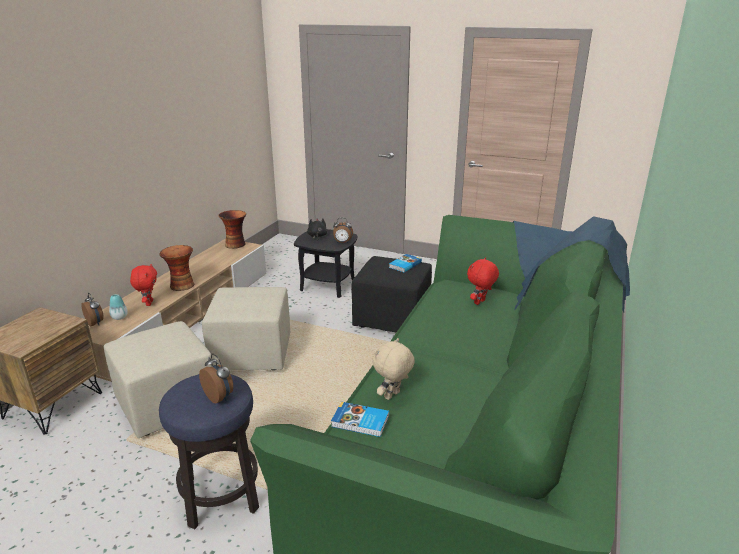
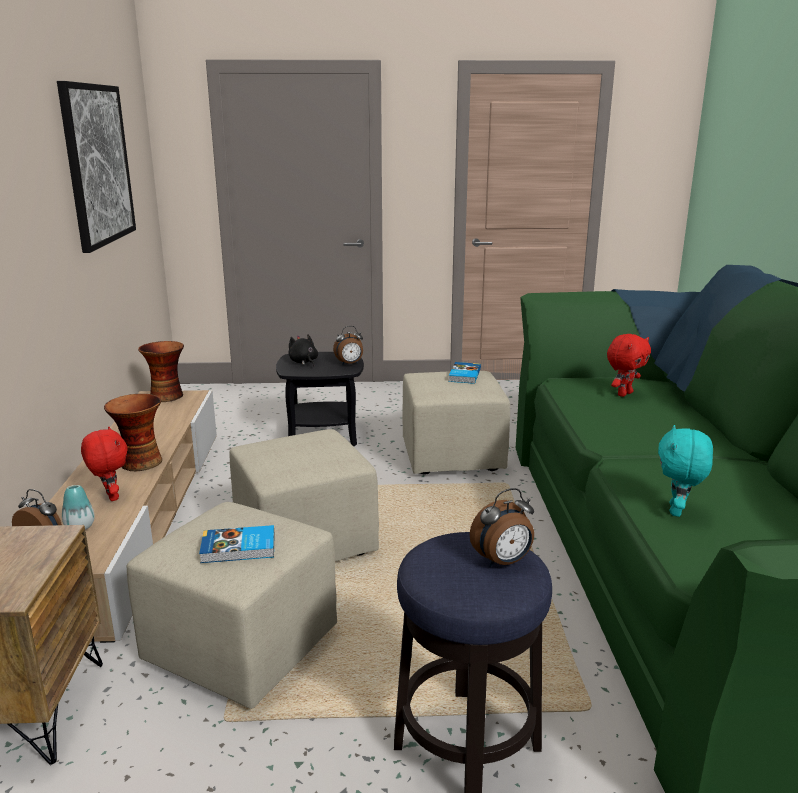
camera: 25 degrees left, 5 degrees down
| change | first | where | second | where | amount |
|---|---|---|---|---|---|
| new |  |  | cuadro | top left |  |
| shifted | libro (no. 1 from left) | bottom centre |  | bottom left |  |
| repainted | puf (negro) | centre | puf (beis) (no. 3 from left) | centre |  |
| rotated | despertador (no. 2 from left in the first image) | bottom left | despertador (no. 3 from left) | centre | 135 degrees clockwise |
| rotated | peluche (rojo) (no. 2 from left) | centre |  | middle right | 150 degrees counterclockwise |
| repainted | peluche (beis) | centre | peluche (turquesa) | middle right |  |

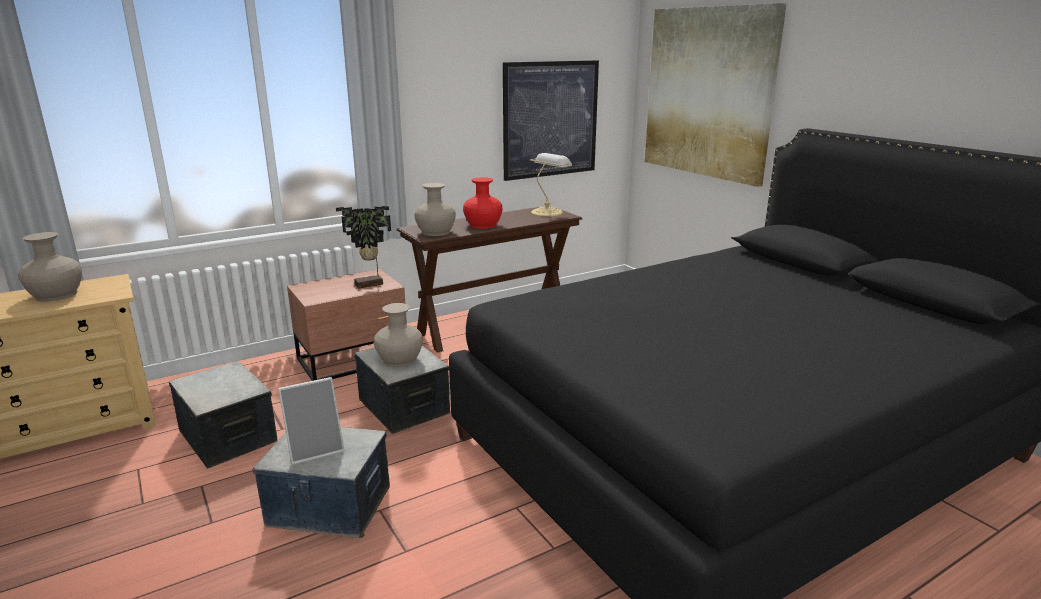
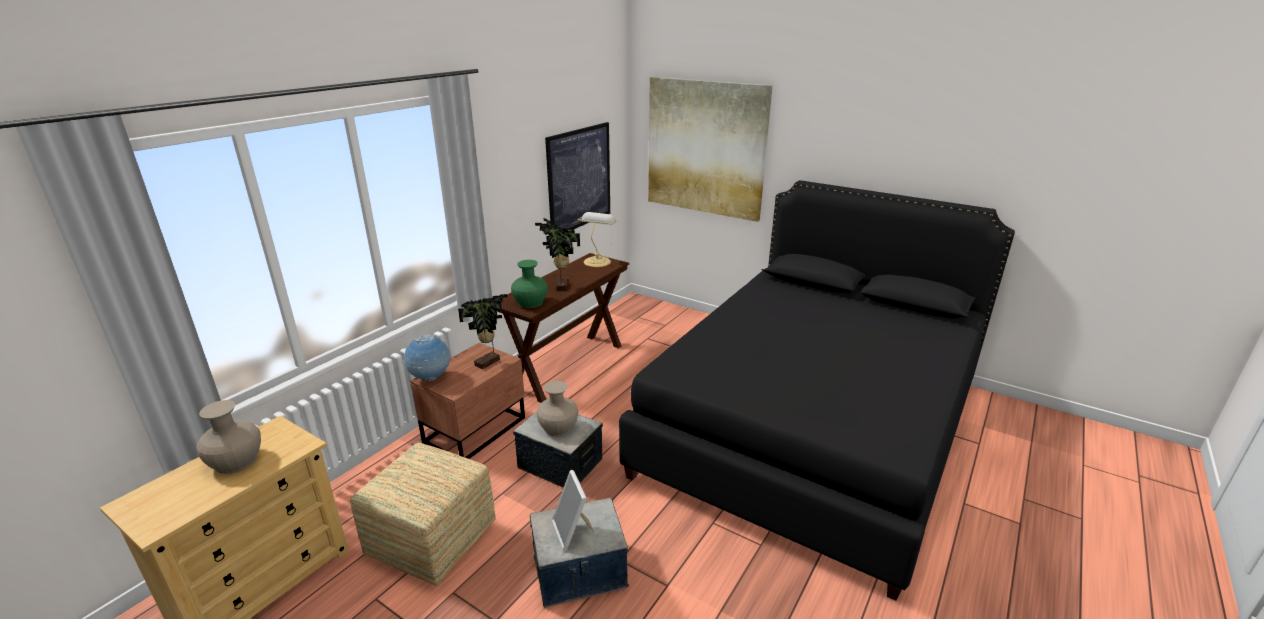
camera: 25 degrees left, 5 degrees up
| change | first | where | second | where | amount |
|---|---|---|---|---|---|
| swapped | caja de almacenaje (no. 1 from left) | bottom left | puf | bottom centre |  |
| new |  |  | globo terráqueo | centre |  |
| repainted | florero (beis) (no. 3 from left) | centre | florero (verde) | centre |  |
| swapped | florero (rojo) | centre | planta en maceta (no. 2 from left) | centre |  |
| rotated | portarretratos | bottom left |  | bottom centre | 120 degrees clockwise |

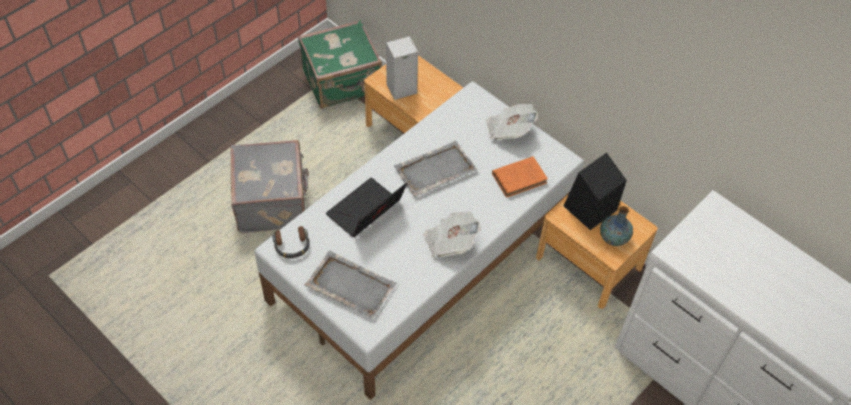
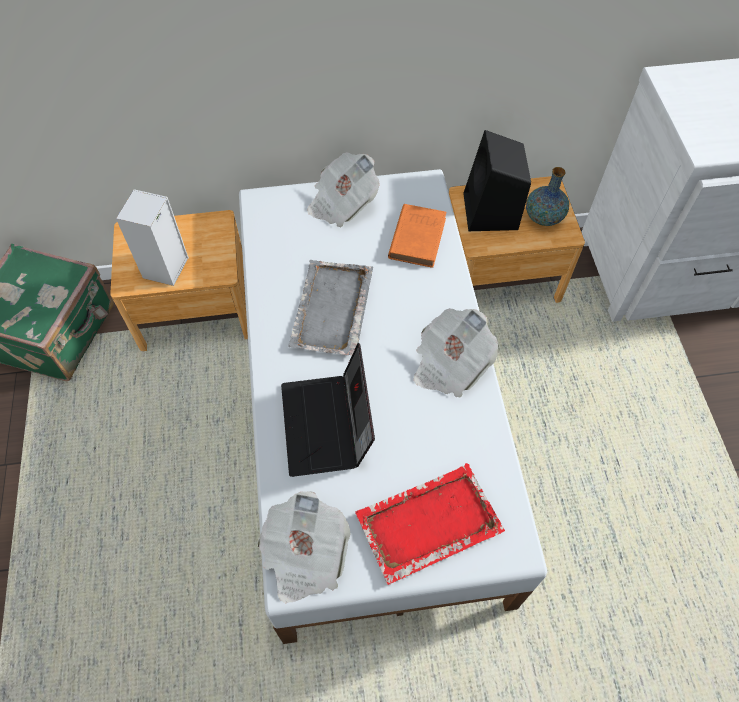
camera: 50 degrees left, 5 degrees up
| change | first | where | second | where | amount |
|---|---|---|---|---|---|
| swapped | auriculares | centre | periódico (no. 1 from left) | bottom centre |  |
| repainted | bandeja (gris) (no. 1 from left) | bottom centre | bandeja (rojo) | bottom centre |  |
| gone | maleta (gris) | middle left |  |  |  |

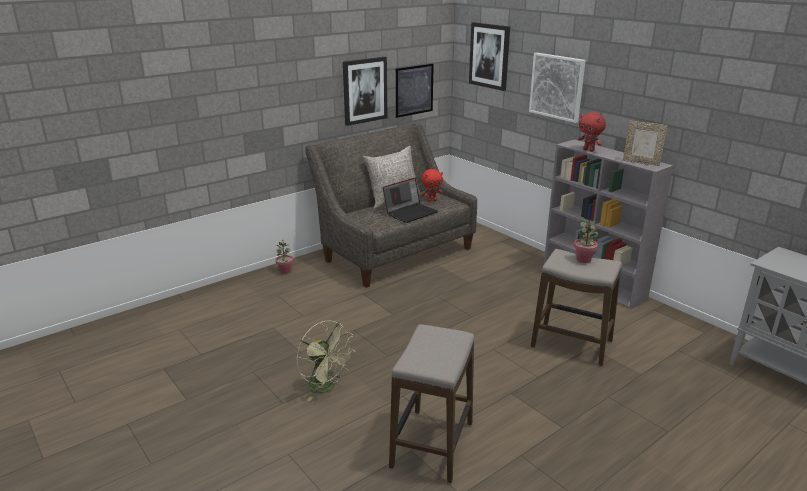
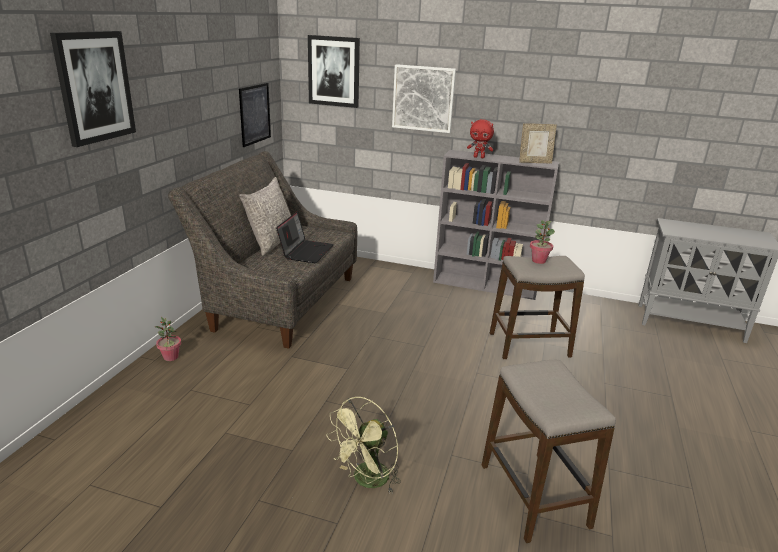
camera: 35 degrees left, 0 degrees up
| change | first | where | second | where | amount |
|---|---|---|---|---|---|
| shifted | cuadro (no. 1 from left) | top centre |  | top left |  |
| rotated | ventilador (verde) | bottom centre |  | bottom centre | 120 degrees clockwise |
| gone | peluche (rojo) (no. 1 from left) | centre |  |  |  |

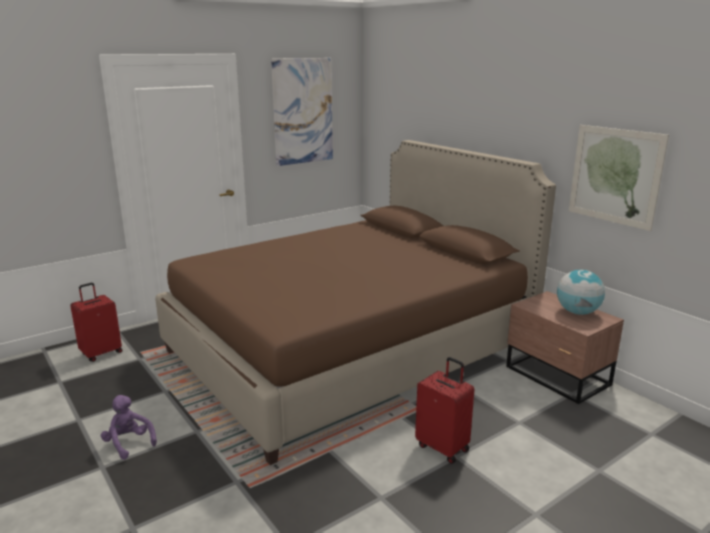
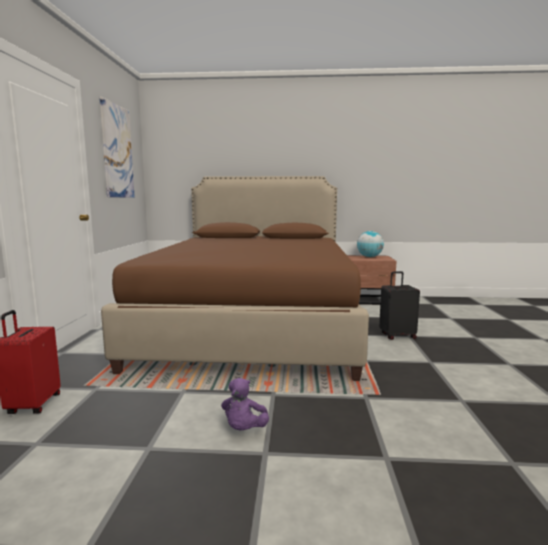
camera: 50 degrees left, 10 degrees down
| change | first | where | second | where | amount |
|---|---|---|---|---|---|
| rotated | peluche (morado) | bottom left |  | bottom centre | 75 degrees counterclockwise |
| repainted | maleta (rojo) (no. 2 from left) | bottom centre | maleta (negro) | middle right |  |
| gone | cuadro (no. 2 from left) | middle right |  |  |  |

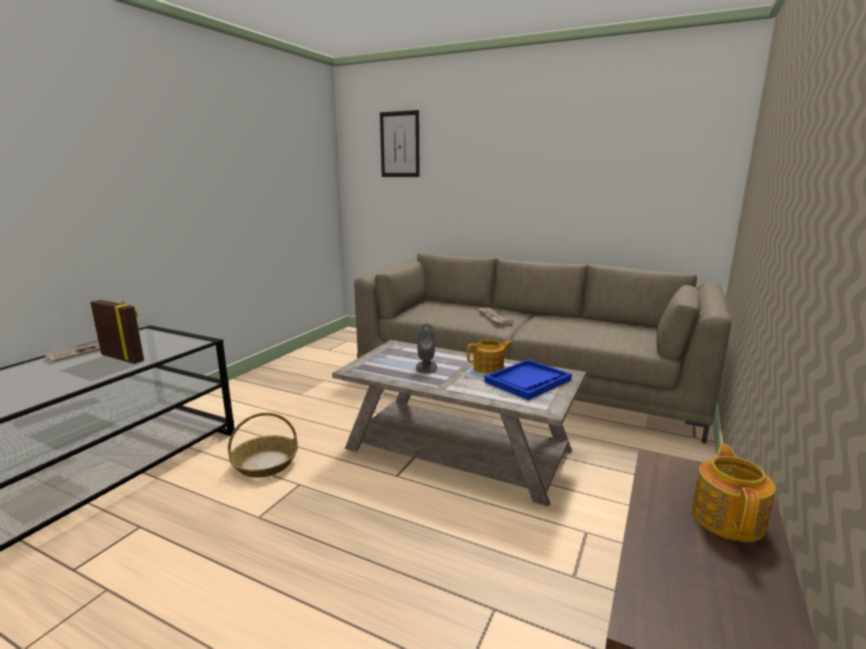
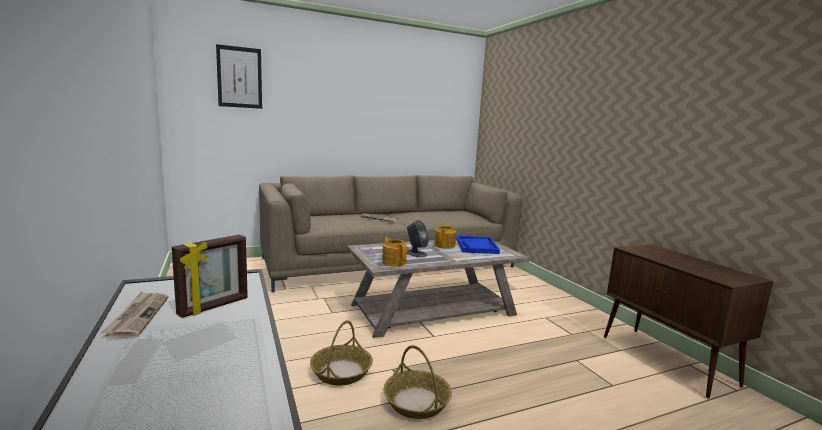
camera: 50 degrees left, 5 degrees down
| change | first | where | second | where | amount |
|---|---|---|---|---|---|
| rotated | portarretratos | middle left |  | middle left | 150 degrees clockwise |
| shifted | tetera (no. 2 from left in the first image) | bottom right | tetera (no. 1 from left) | centre |  |
| new |  |  | cesta (no. 2 from left) | bottom centre |  |

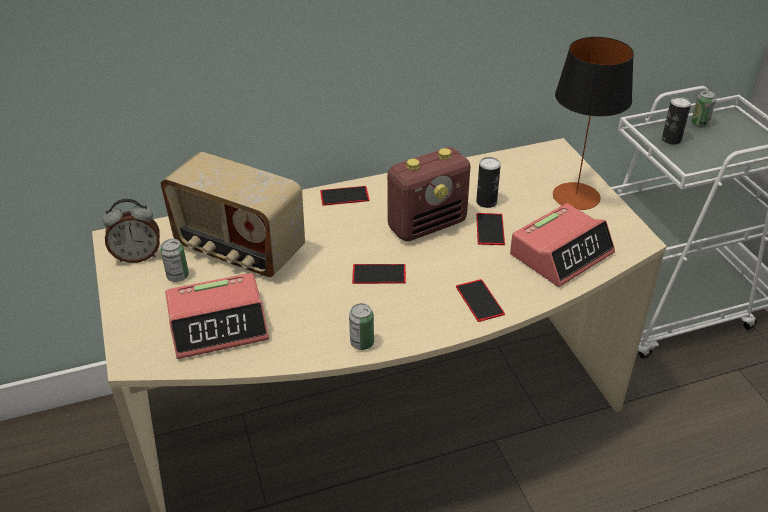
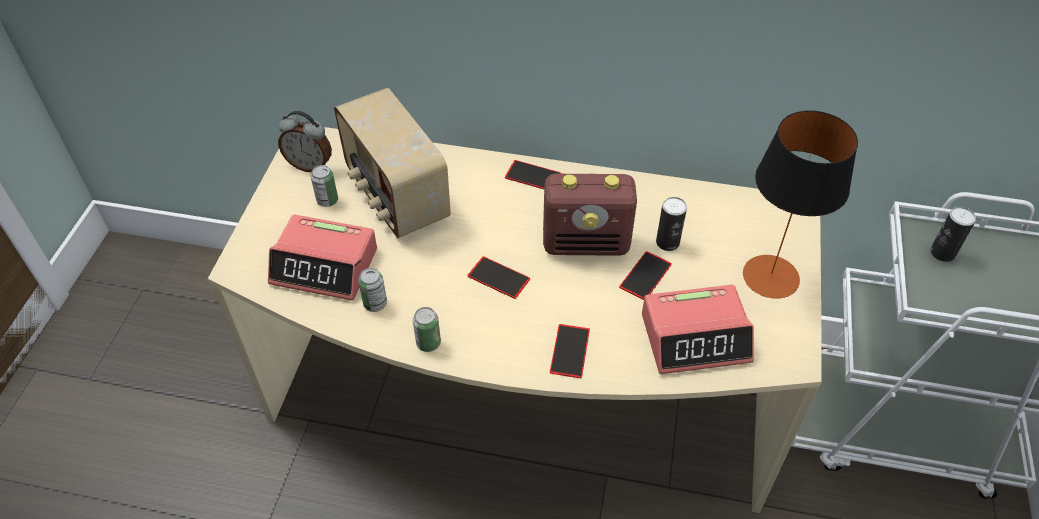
camera: 30 degrees right, 10 degrees up
| change | first | where | second | where | amount |
|---|---|---|---|---|---|
| shifted | lata (no. 5 from left in the first image) | top right | lata (no. 2 from left) | centre |  |

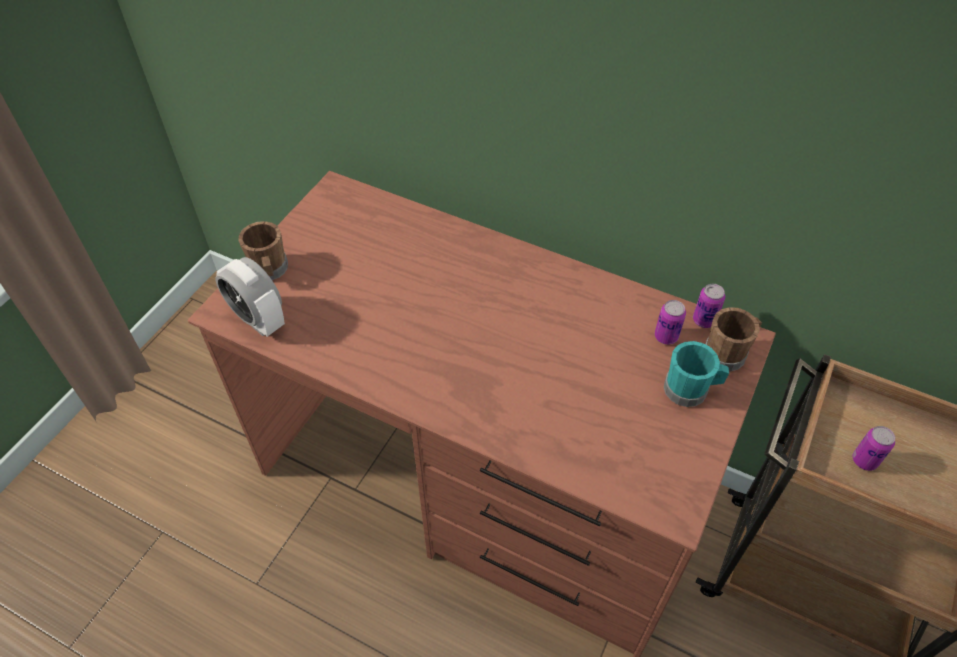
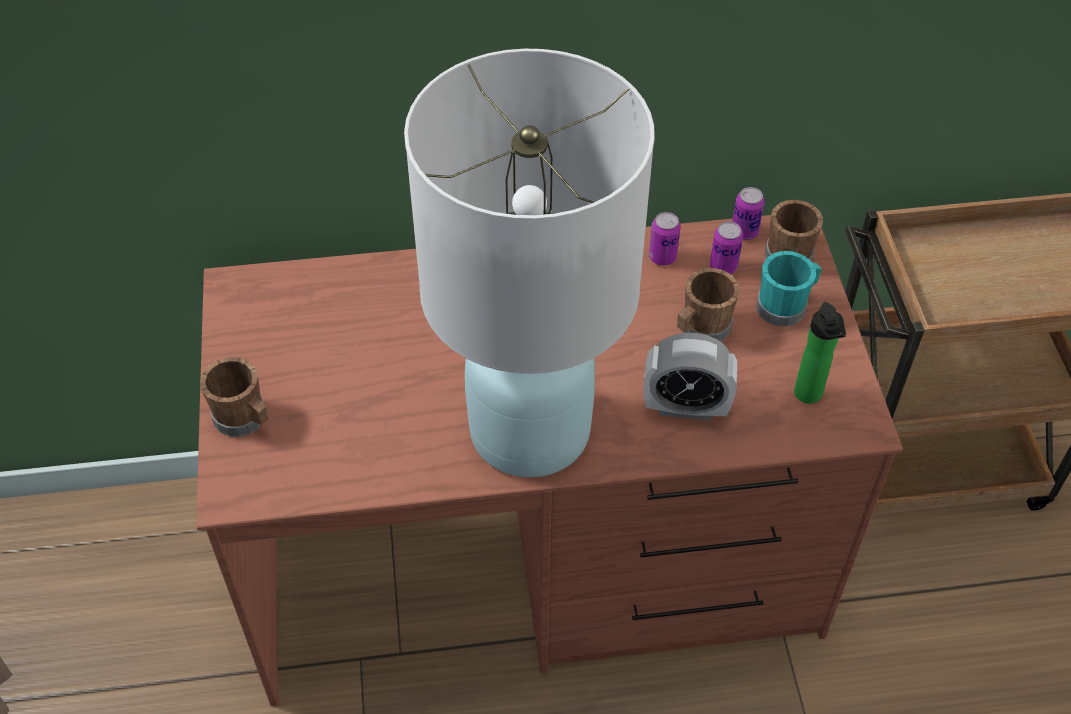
camera: 35 degrees left, 0 degrees up
| change | first | where | second | where | amount |
|---|---|---|---|---|---|
| new |  |  | lámpara de mesa (blanco) | centre |  |
| shifted | despertador | middle left |  | centre |  |
| shifted | lata (no. 3 from left in the first image) | bottom right | lata (no. 1 from left) | centre |  |
| new |  |  | taza grande (marrón) (no. 2 from left) | centre |  |
| new |  |  | botella | middle right |  |

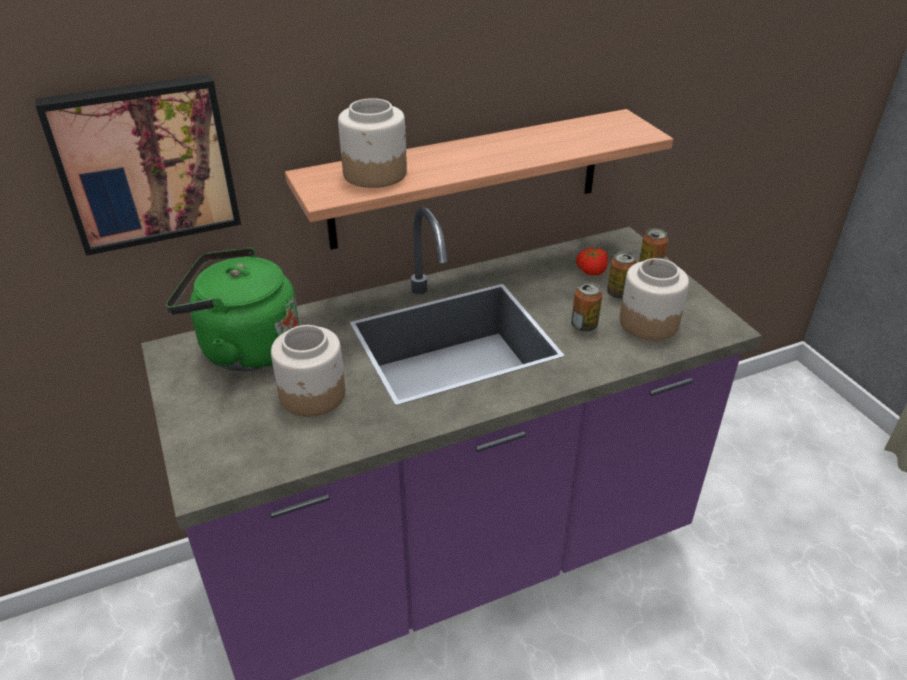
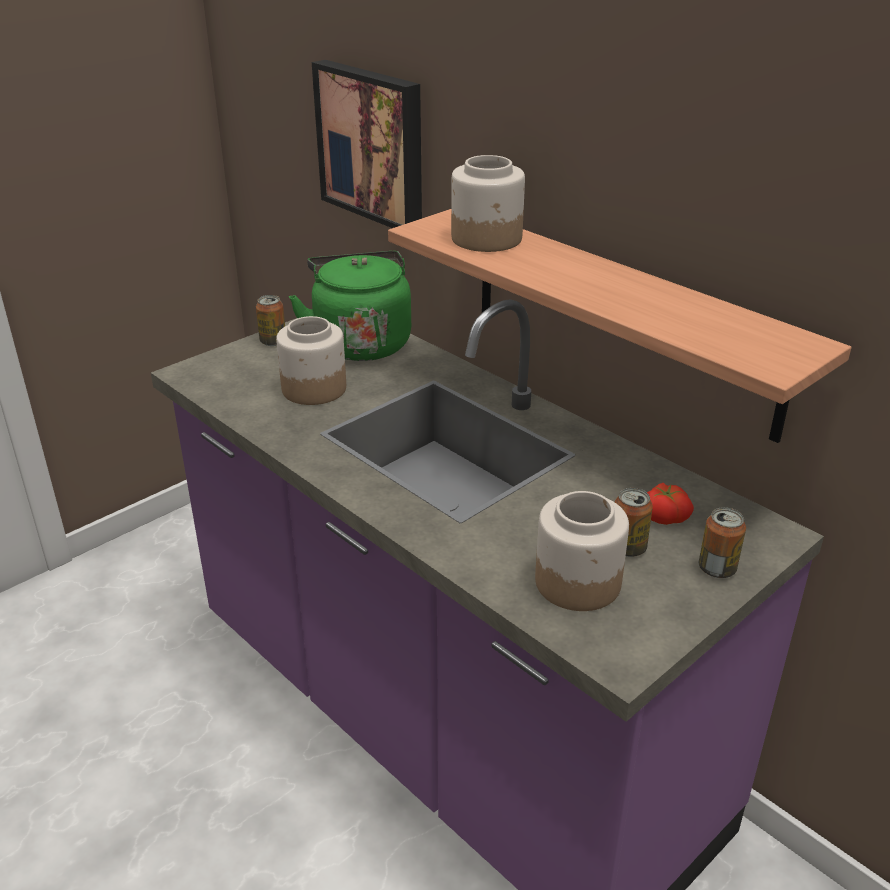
camera: 70 degrees right, 5 degrees down
| change | first | where | second | where | amount |
|---|---|---|---|---|---|
| shifted | lata (no. 1 from left) | centre |  | middle left |  |

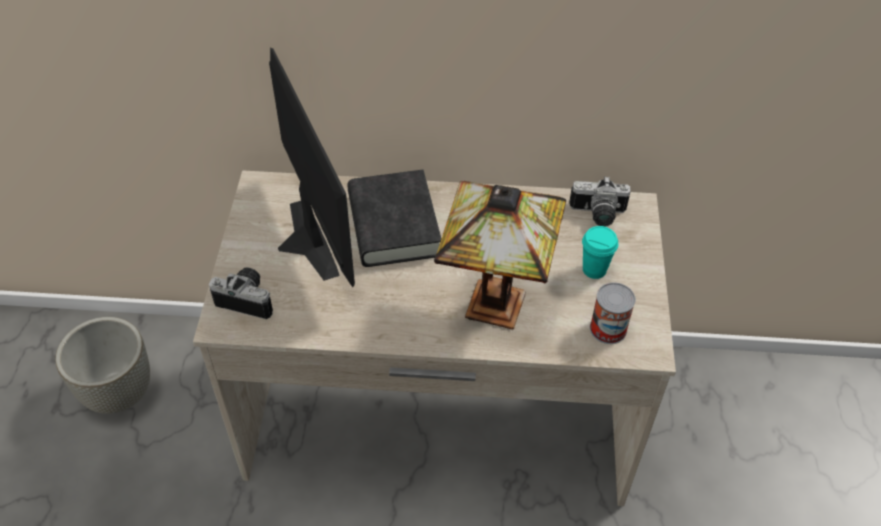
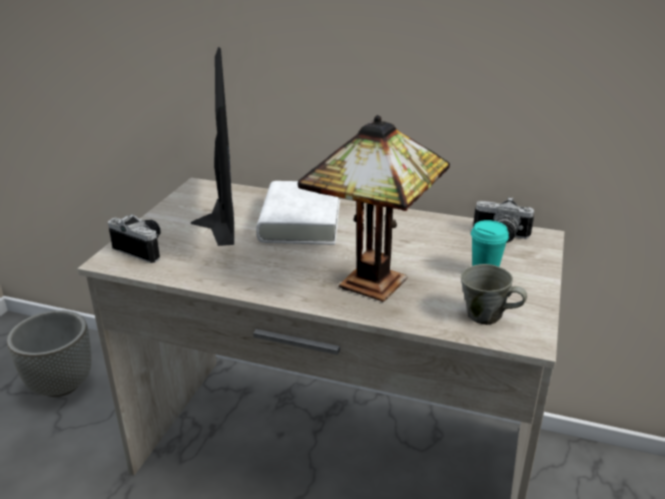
camera: 15 degrees right, 20 degrees down
| change | first | where | second | where | amount |
|---|---|---|---|---|---|
| repainted | libro (negro) | centre | libro (blanco) | centre |  |
| swapped | lata | middle right | taza grande (gris) | middle right |  |

